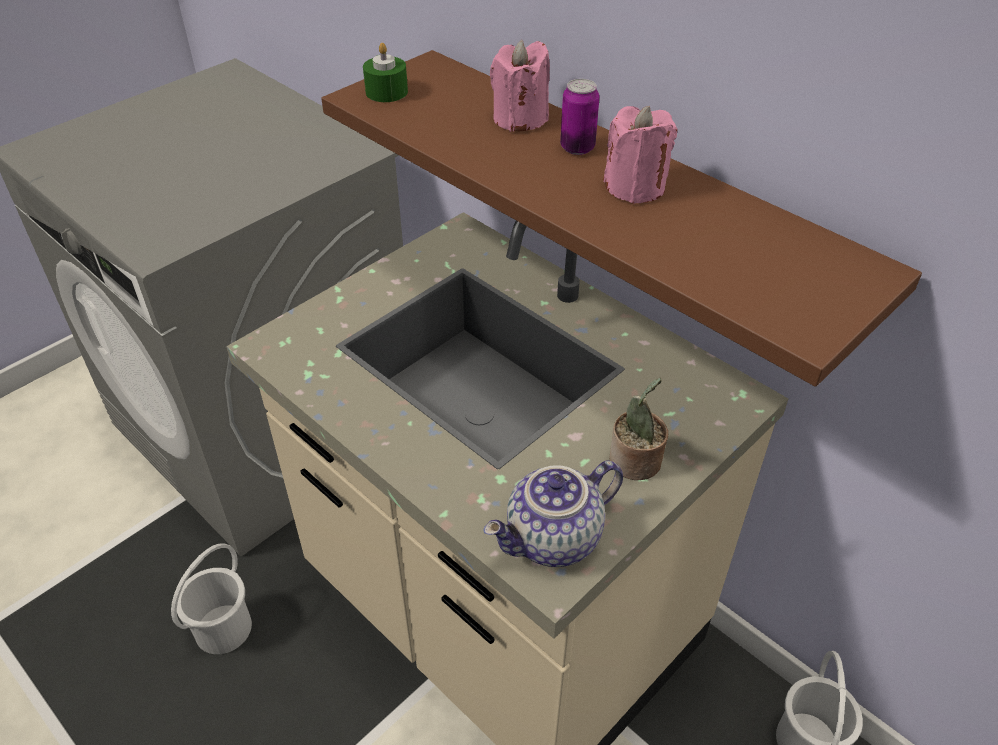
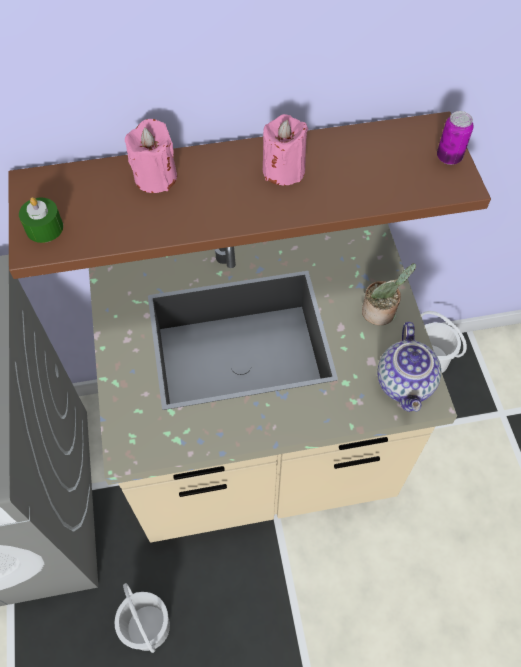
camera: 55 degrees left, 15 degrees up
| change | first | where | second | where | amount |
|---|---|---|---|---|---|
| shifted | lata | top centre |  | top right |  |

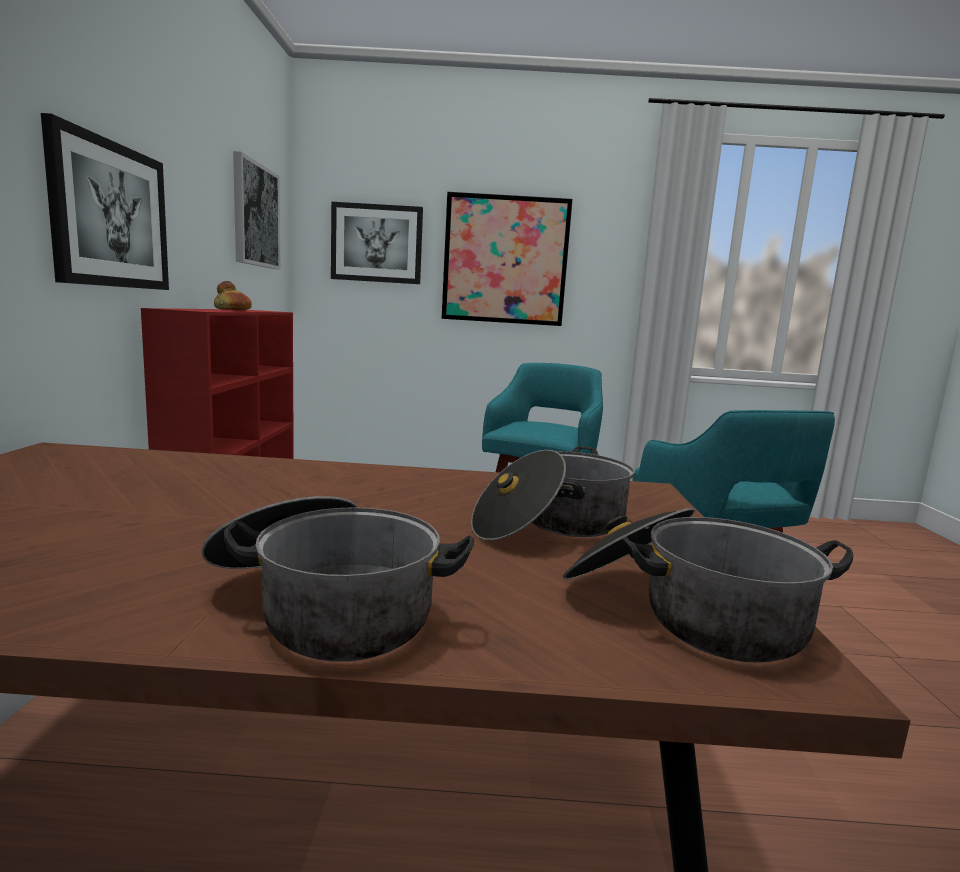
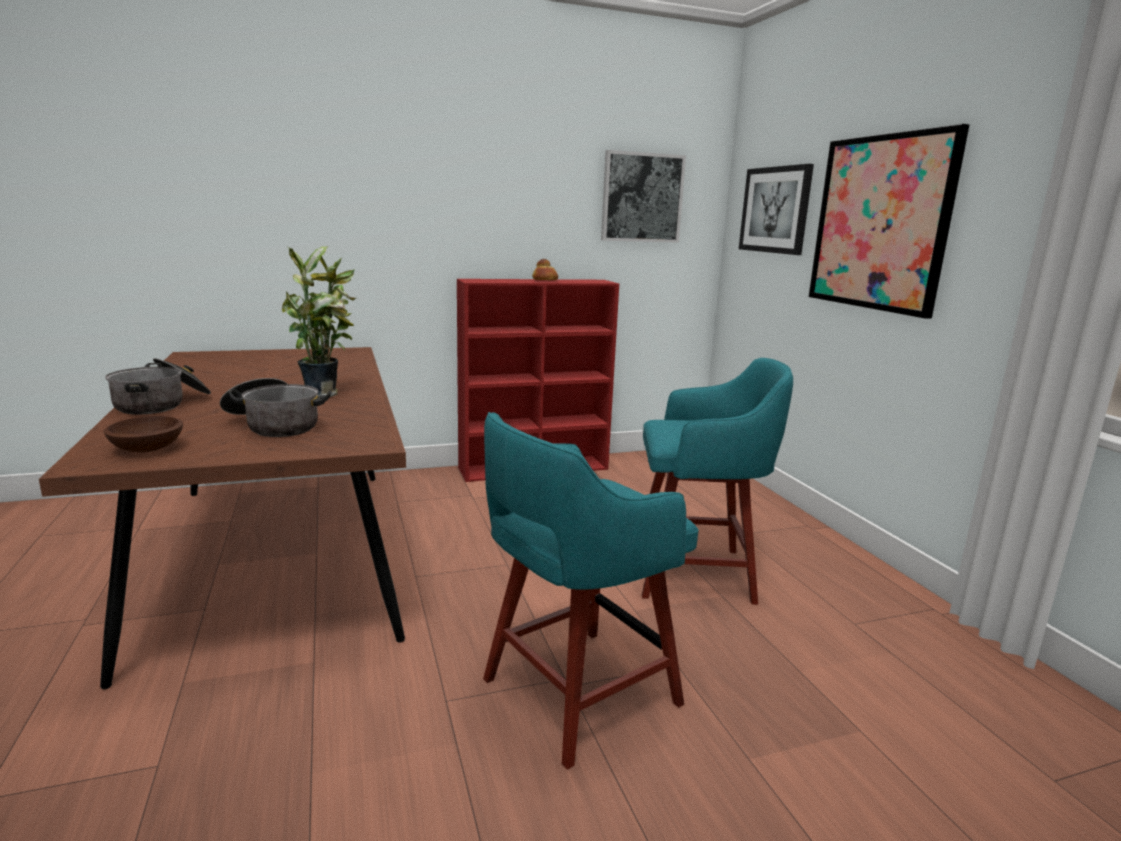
camera: 70 degrees right, 5 degrees up
| change | first | where | second | where | amount |
|---|---|---|---|---|---|
| swapped | olla (no. 3 from left) | bottom right | cuenco (marrón) | middle left |  |
| new |  |  | planta en maceta | middle left |  |
| gone | cuadro (no. 1 from left) | top left |  |  |  |

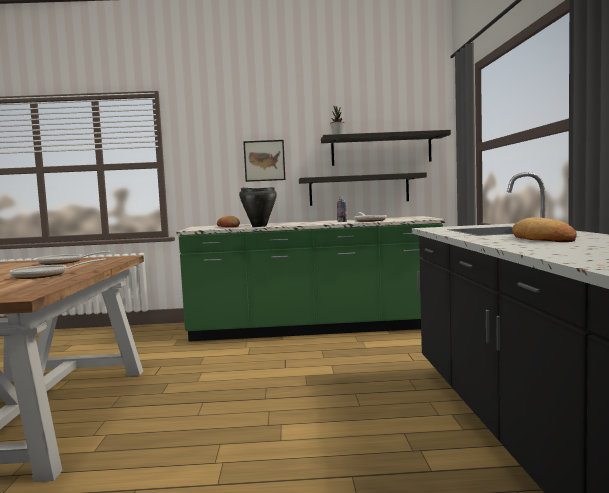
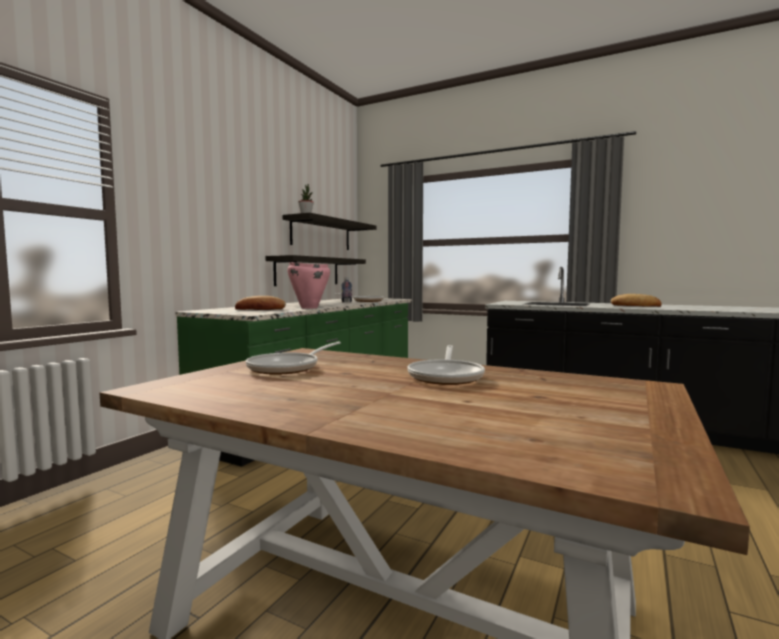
camera: 60 degrees left, 0 degrees up
| change | first | where | second | where | amount |
|---|---|---|---|---|---|
| repainted | olla (negro) | centre | olla (rosa) | centre |  |
| gone | cuadro | top centre |  |  |  |

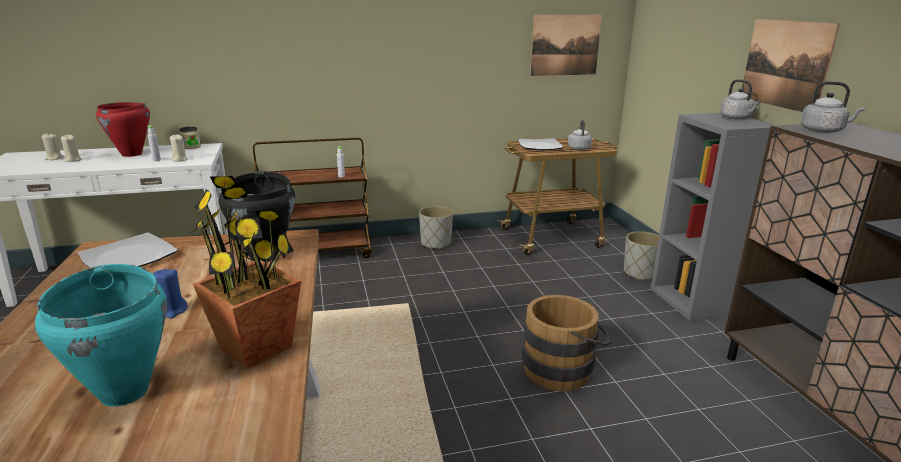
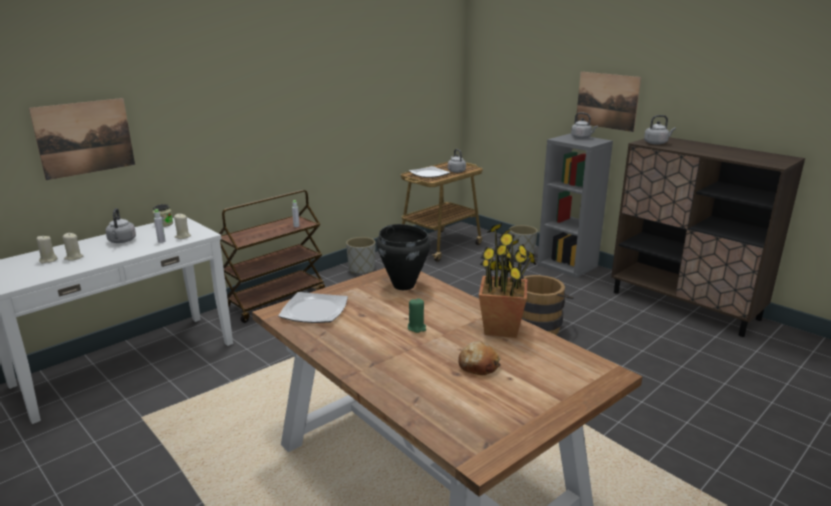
camera: 30 degrees left, 0 degrees up
| change | first | where | second | where | amount |
|---|---|---|---|---|---|
| shifted | cuadro (no. 1 from left) | top centre |  | top left |  |
| swapped | olla (rojo) | top left | hervidor (gris) (no. 1 from left) | middle left |  |
| repainted | vela (azul) | middle left | vela (verde) | centre |  |
| swapped | olla (turquesa) | bottom left | pan | bottom centre |  |

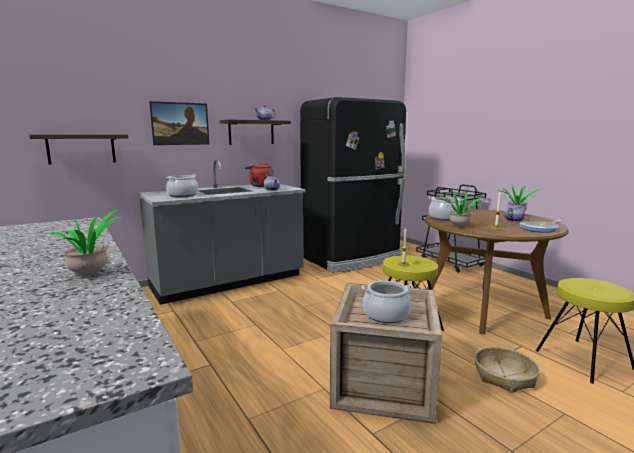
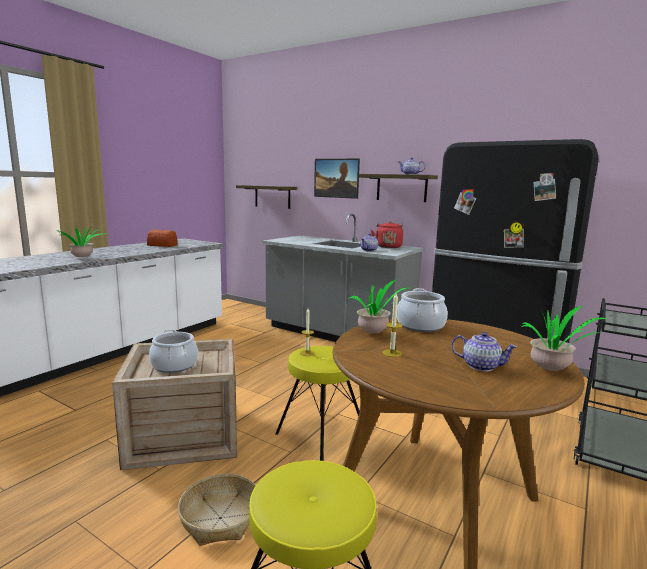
camera: 65 degrees right, 0 degrees up
| change | first | where | second | where | amount |
|---|---|---|---|---|---|
| new |  |  | pan | middle left |  |
| gone | olla (no. 1 from left) | middle left |  |  |  |
| gone | sartén | middle right |  |  |  |

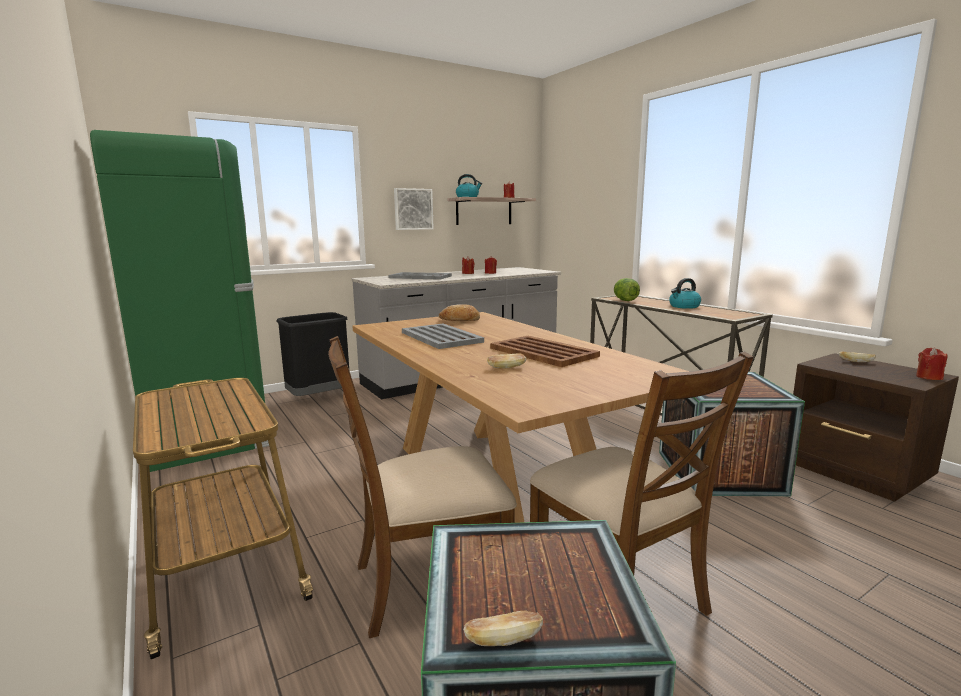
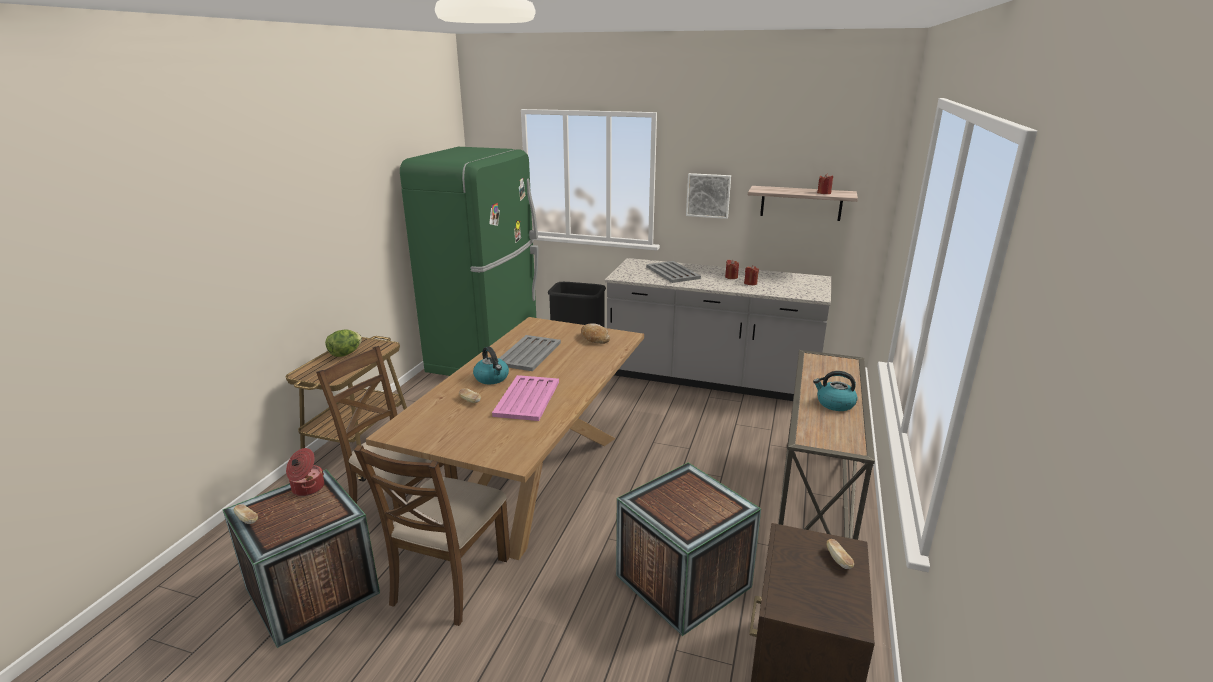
camera: 50 degrees right, 10 degrees up
| change | first | where | second | where | amount |
|---|---|---|---|---|---|
| new |  |  | olla | bottom left |  |
| shifted | lechuga | centre |  | middle left |  |
| shifted | hervidor (no. 1 from left) | top centre |  | centre |  |
| repainted | bandeja (marrón) | centre | bandeja (rosa) | centre |  |
| gone | vela (rojo) (no. 4 from left) | middle right |  |  |  |

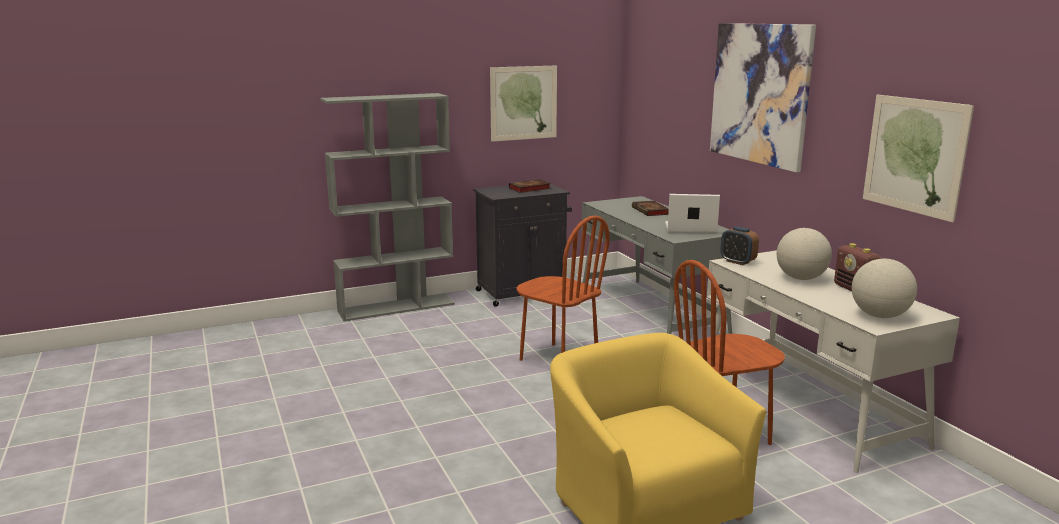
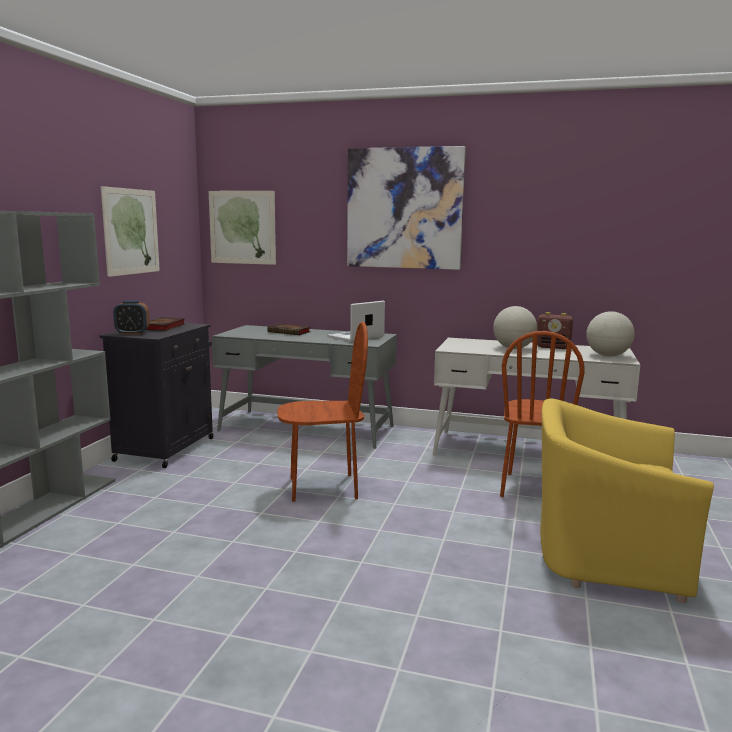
camera: 50 degrees left, 5 degrees down
| change | first | where | second | where | amount |
|---|---|---|---|---|---|
| shifted | despertador | middle right |  | middle left |  |
| shifted | cuadro (no. 3 from left in the first image) | top right | cuadro (no. 2 from left) | top left |  |

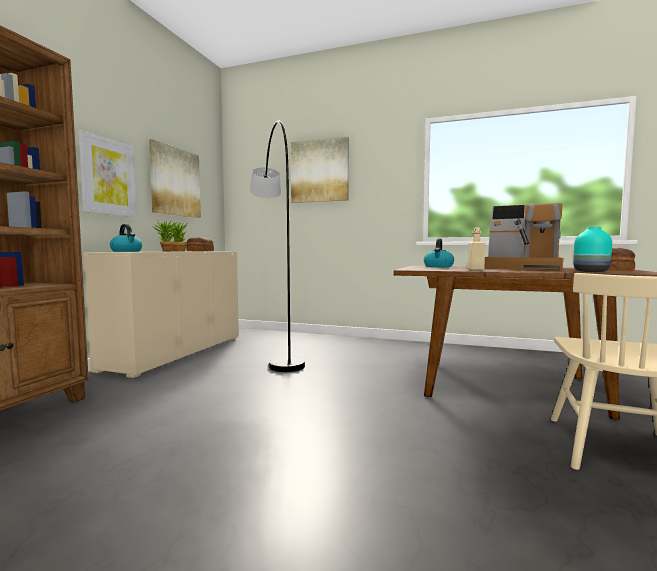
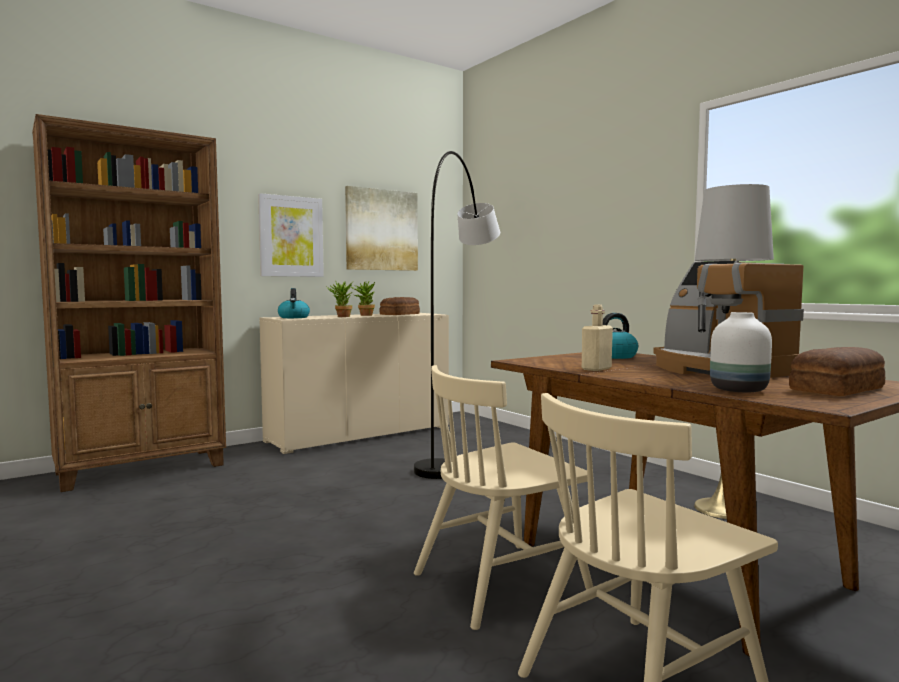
camera: 35 degrees right, 0 degrees up
| change | first | where | second | where | amount |
|---|---|---|---|---|---|
| new |  |  | silla (beis) (no. 1 from left) | bottom centre |  |
| new |  |  | lámpara de pie (gris) (no. 2 from left) | middle right |  |
| repainted | florero (turquesa) | middle right | florero (blanco) | middle right |  |
| gone | cuadro (no. 3 from left) | top centre |  |  |  |

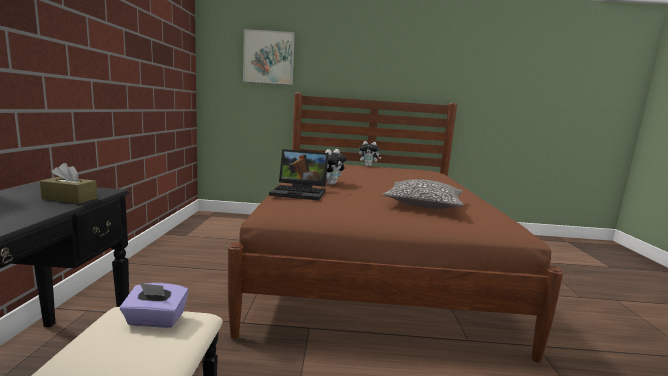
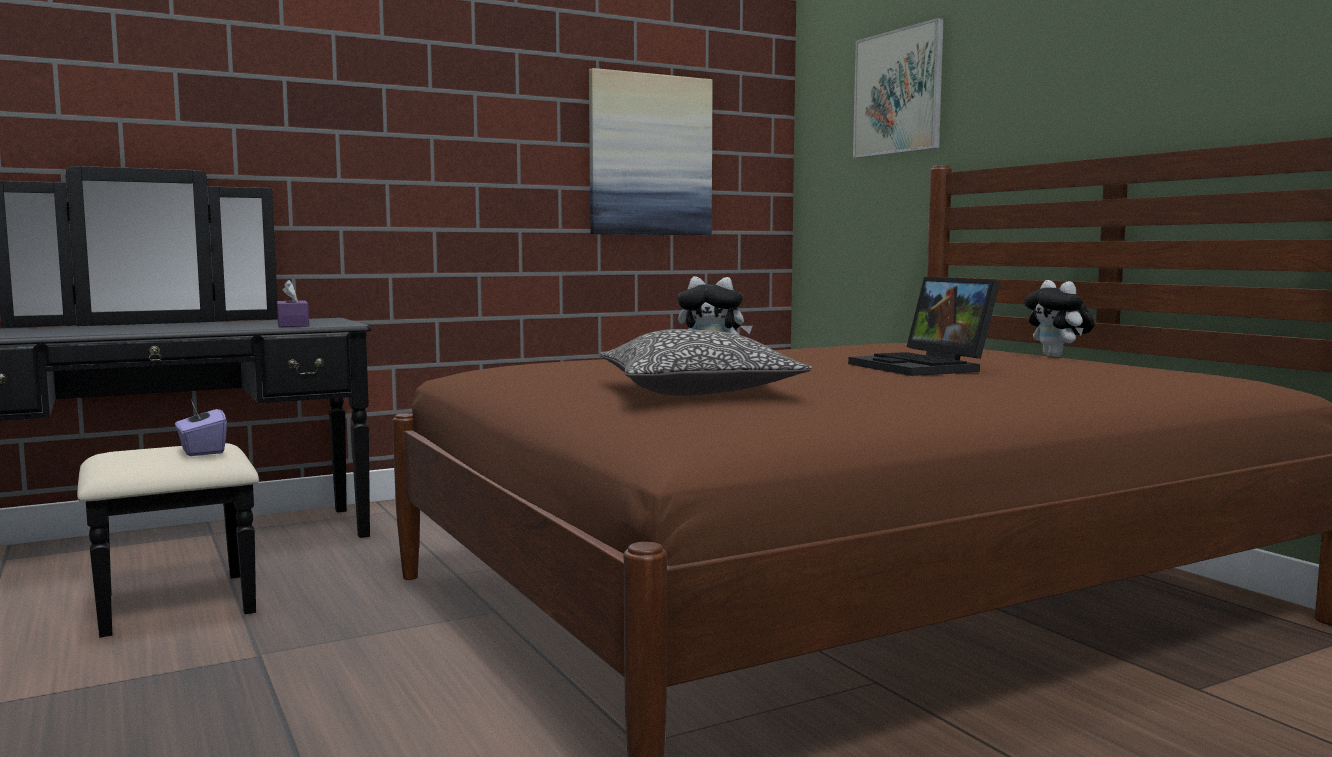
camera: 60 degrees right, 5 degrees down
| change | first | where | second | where | amount |
|---|---|---|---|---|---|
| repainted | caja de pañuelos (marrón) | middle left | caja de pañuelos (morado) (no. 2 from left) | middle left |  |
| new |  |  | cuadro (no. 1 from left) | top centre |  |
| shifted | portátil | centre |  | middle right |  |

